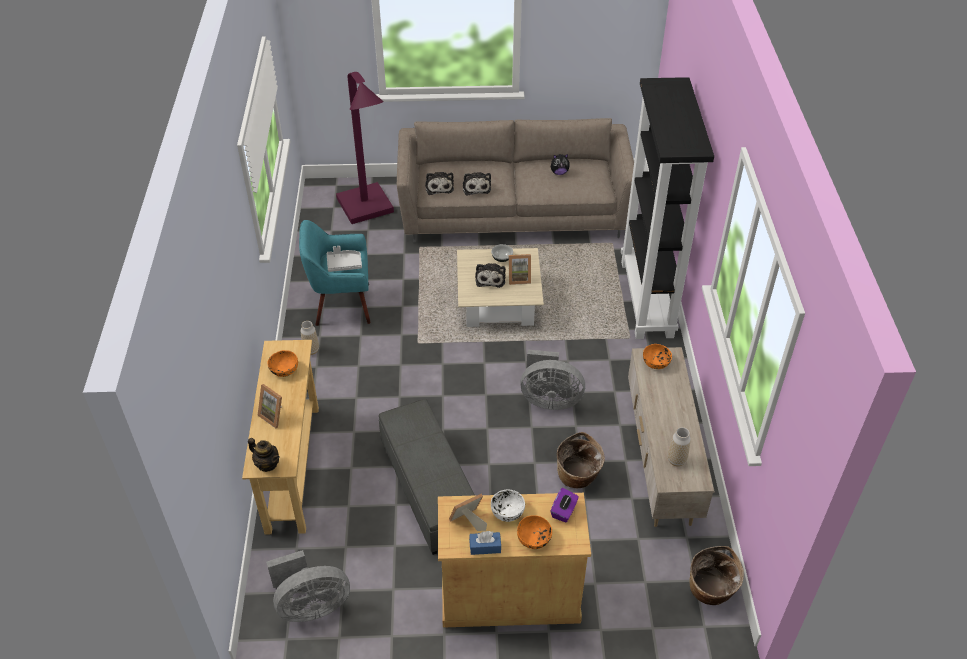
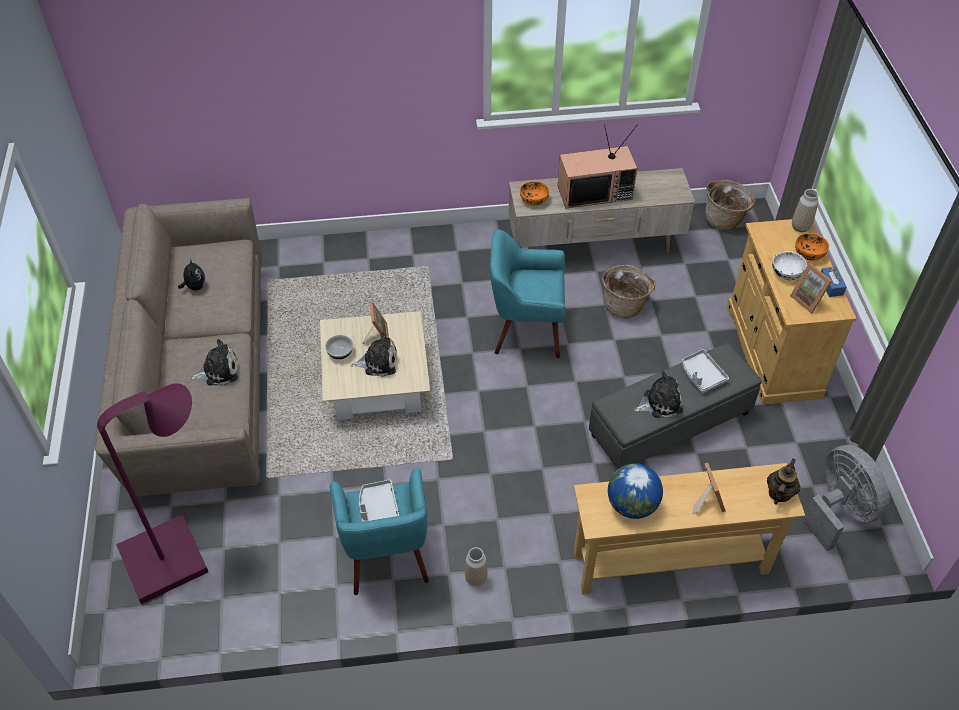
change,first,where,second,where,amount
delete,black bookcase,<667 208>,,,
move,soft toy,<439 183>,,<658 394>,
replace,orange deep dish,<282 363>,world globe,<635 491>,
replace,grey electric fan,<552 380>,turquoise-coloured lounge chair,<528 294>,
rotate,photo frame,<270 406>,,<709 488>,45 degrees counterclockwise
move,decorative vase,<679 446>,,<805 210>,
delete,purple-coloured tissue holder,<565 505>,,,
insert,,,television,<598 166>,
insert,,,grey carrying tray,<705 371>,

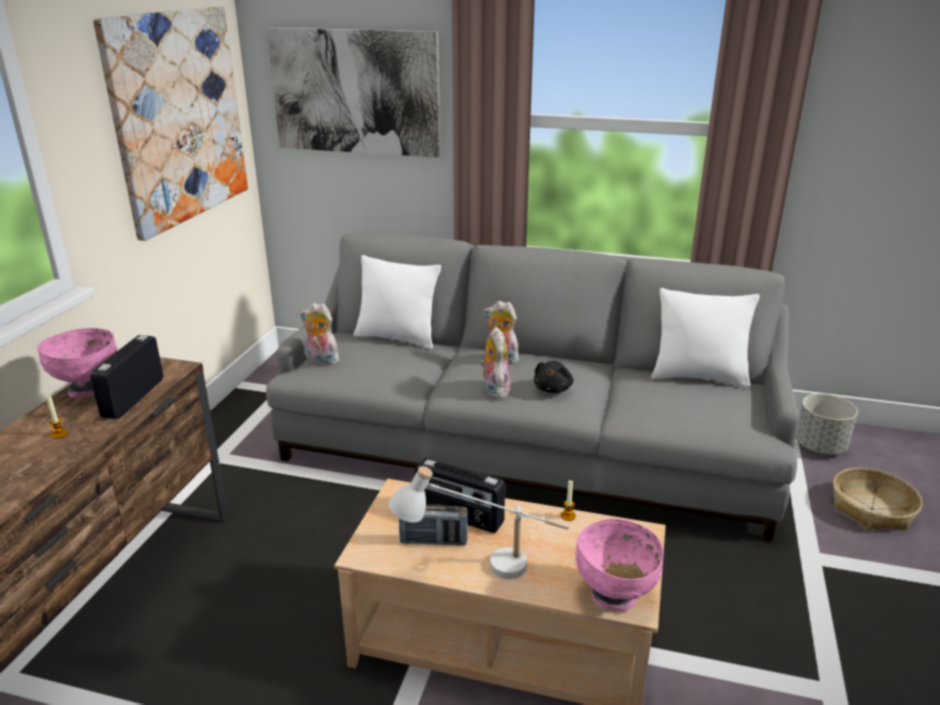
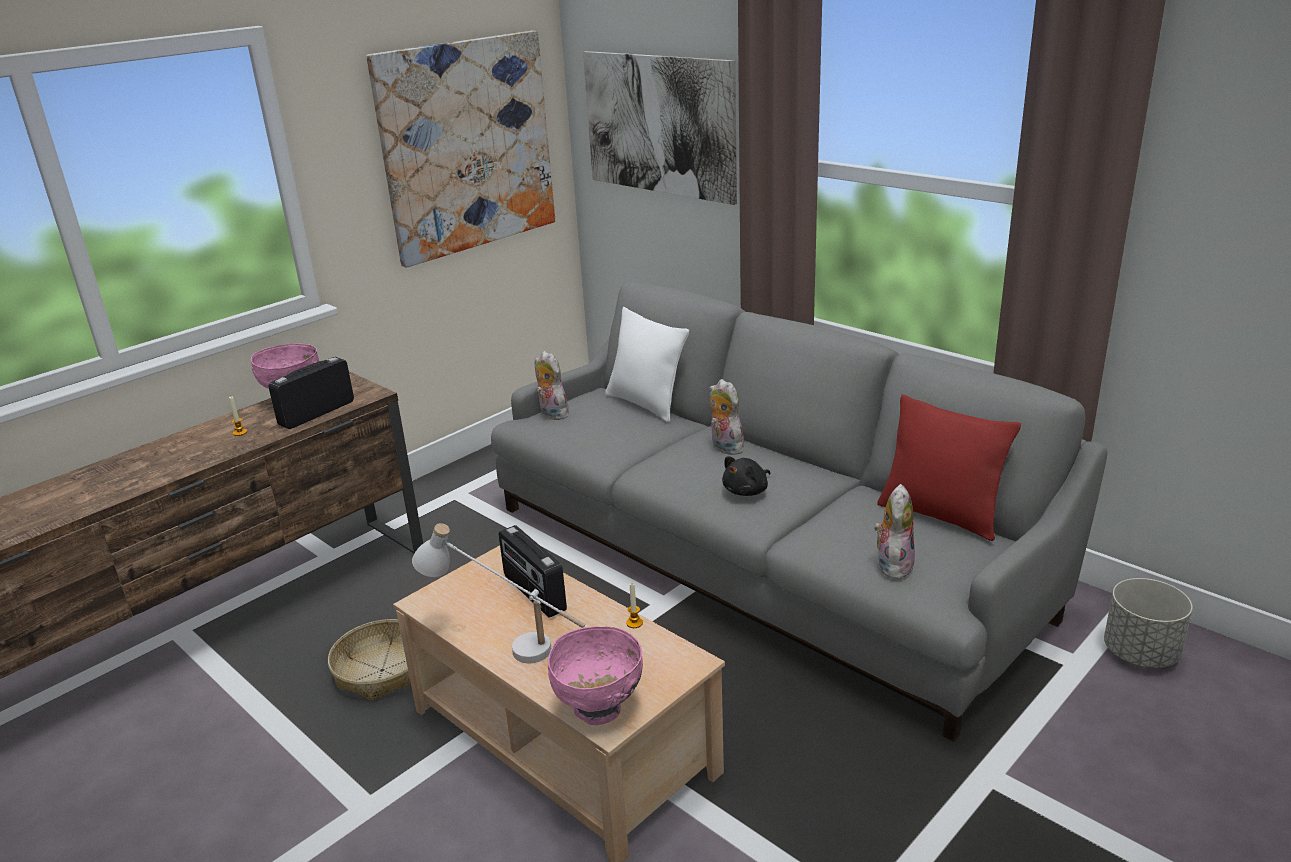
change,first,where,second,where,amount
recolor,white-coloured throw pillow,<705 337>,red throw pillow,<949 467>,
move,soft toy,<495 362>,,<894 531>,
move,storage basket,<877 498>,,<369 660>,
delete,radio set,<433 525>,,,

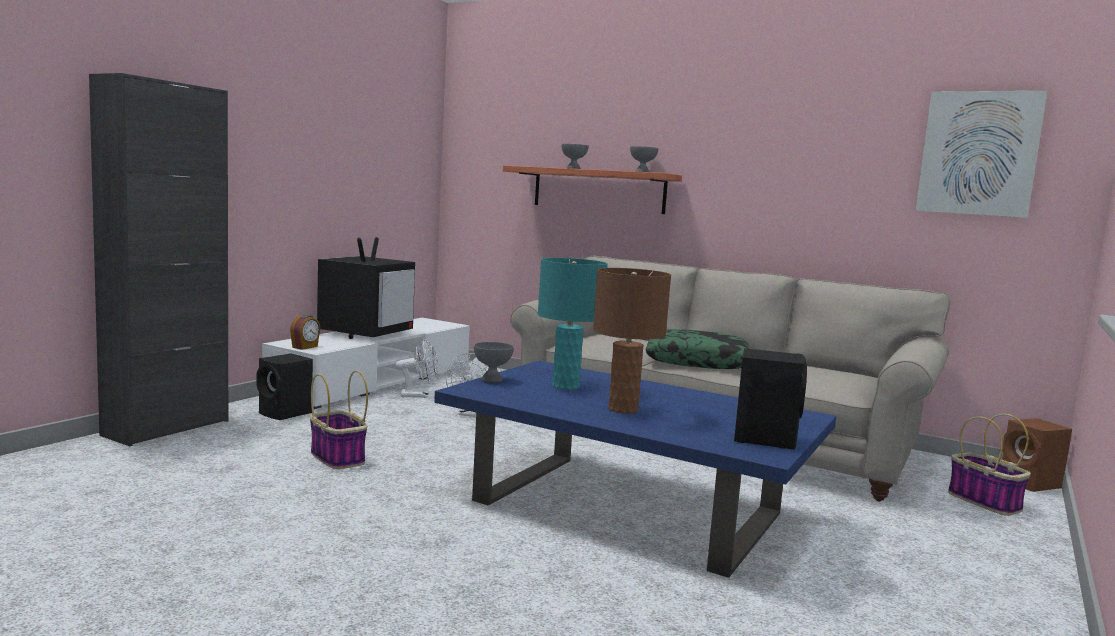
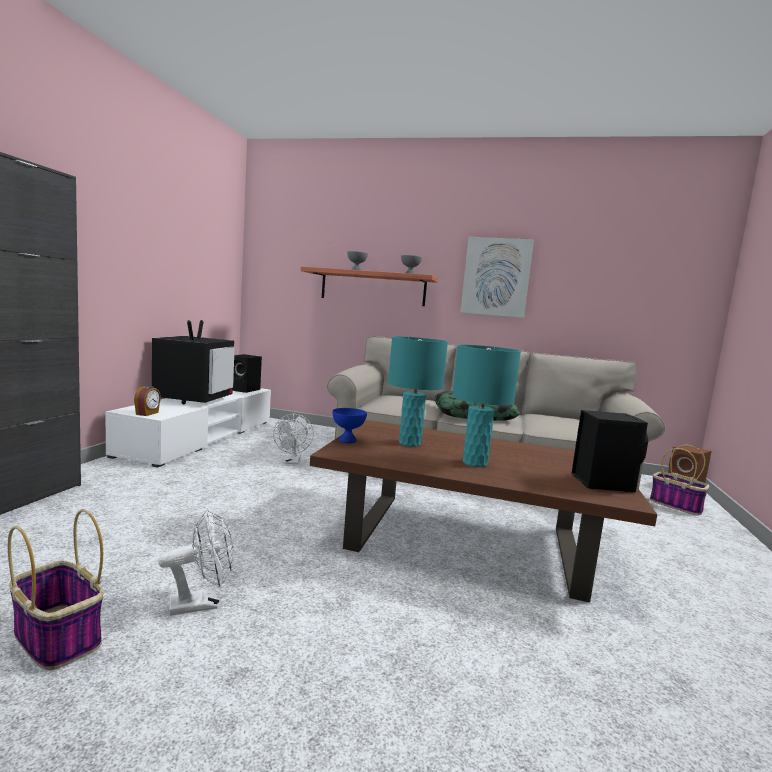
change,first,where,second,where,amount
move,picture,<981 154>,,<497 277>,
recolor,brownish table lamp,<632 341>,turquoise-coloured table lamp,<486 405>,
move,white-coloured electric fan,<417 368>,,<196 562>,
recolor,grey deep dish,<494 362>,blue-coloured deep dish,<349 425>,
move,black audio speaker,<284 386>,,<247 373>,
recolor,blue-coloured low table,<635 469>,brownish low table,<483 511>,
move,storage basket,<339 419>,,<55 589>,

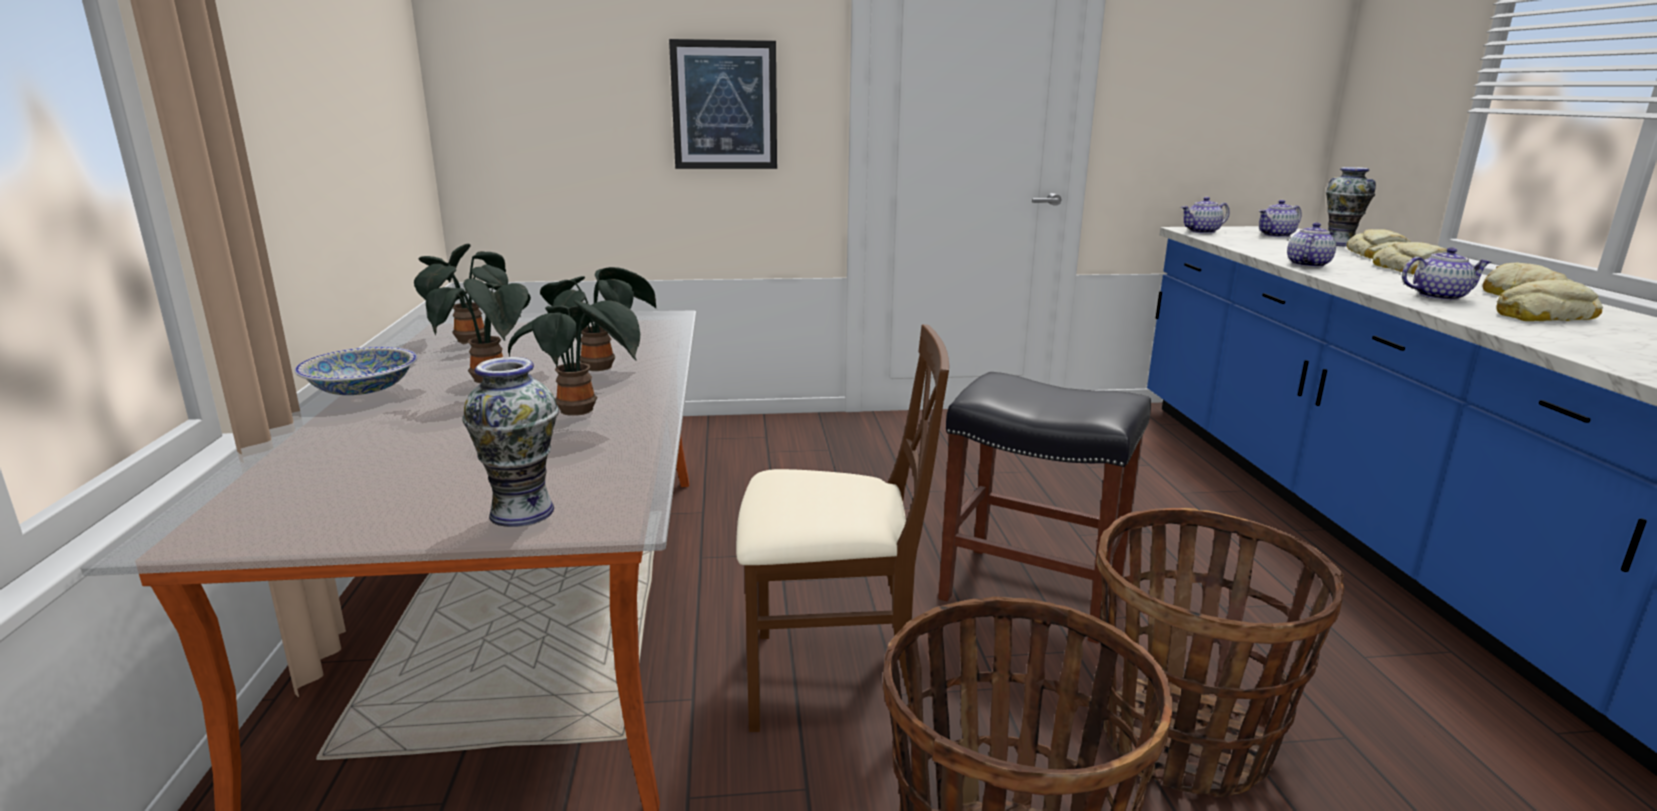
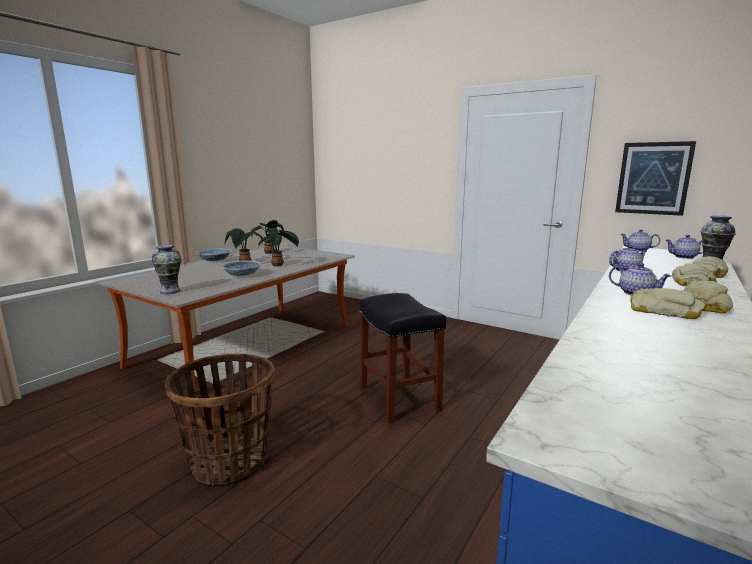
change,first,where,second,where,amount
move,picture,<723 104>,,<655 178>,
replace,houseplant,<574 358>,deep dish,<241 268>,
delete,brownish upright chair,<842 528>,,,
delete,storage basket,<1220 652>,,,

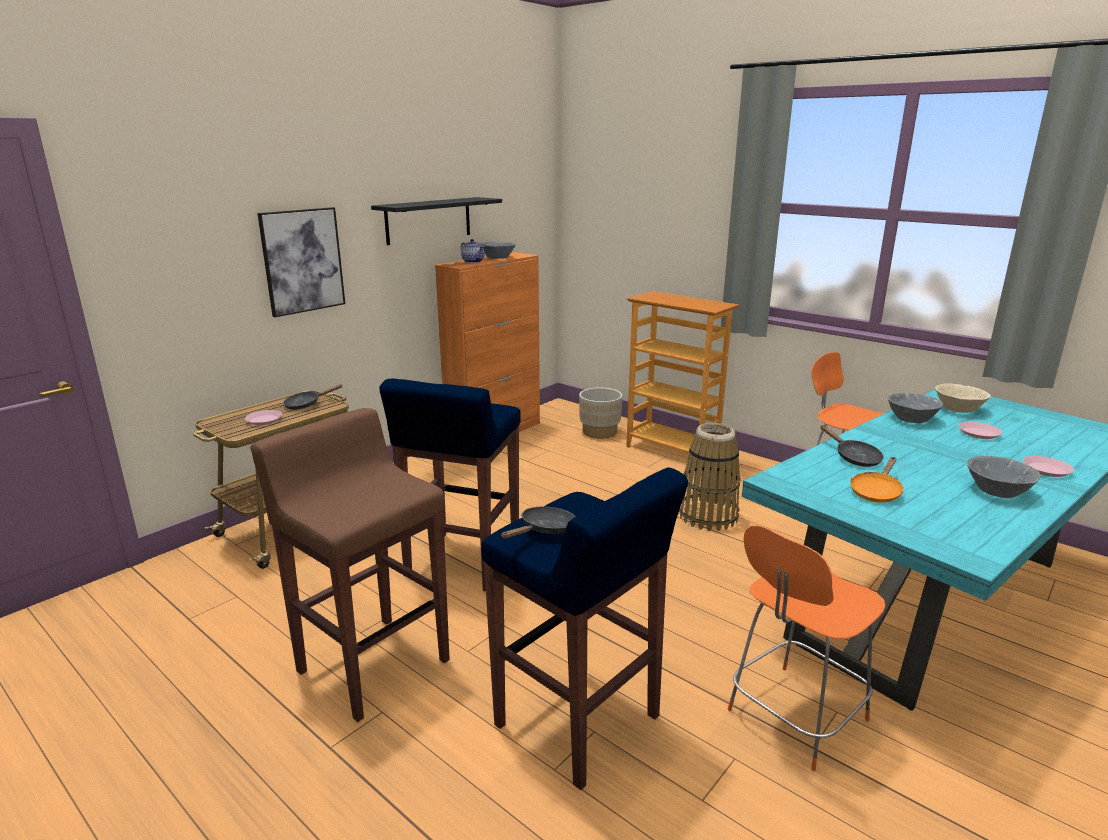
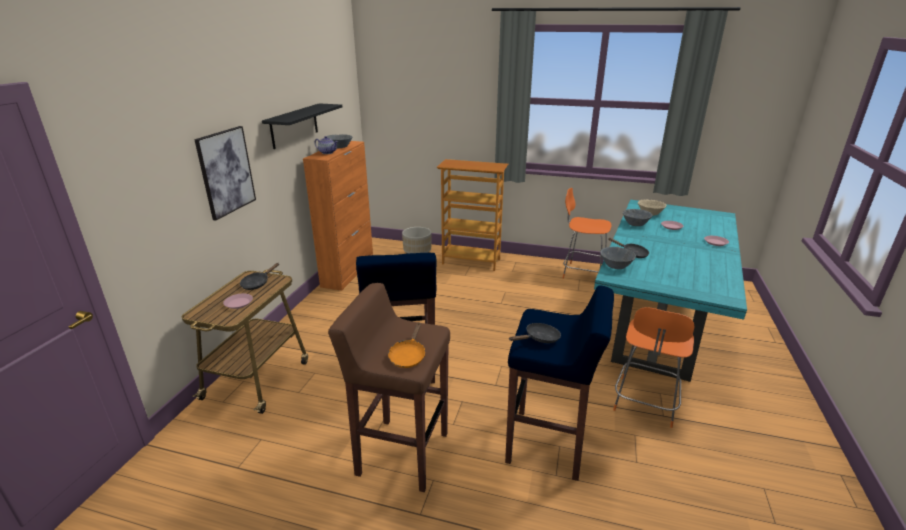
change,first,where,second,where,amount
delete,storage basket,<710 477>,,,
move,grey deep dish,<1003 477>,,<618 258>,
move,orange skillet,<876 479>,,<406 345>,
rotate,black skillet,<538 522>,,<535 333>,45 degrees clockwise

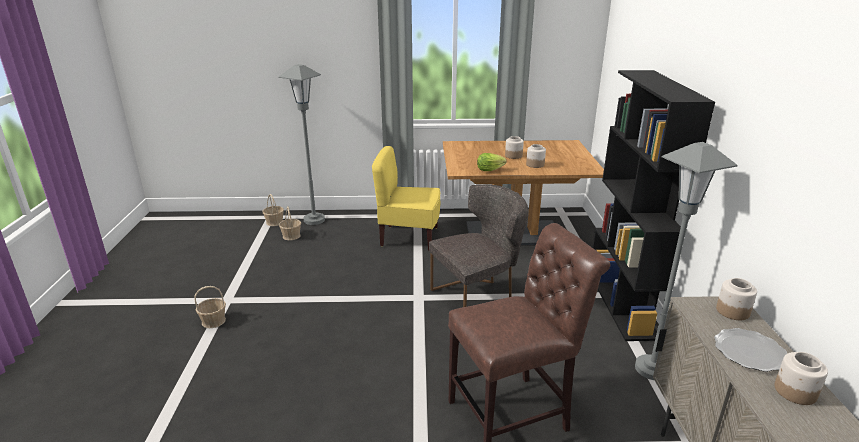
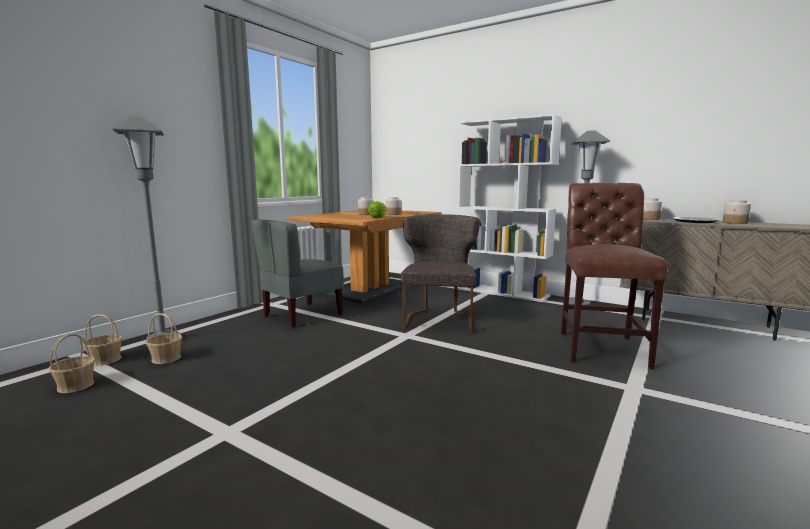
change,first,where,second,where,amount
recolor,black bookcase,<653 205>,white-coloured bookcase,<509 208>,
recolor,yellow-coloured upright chair,<406 198>,grey upright chair,<297 273>,
move,storage basket,<210 307>,,<72 363>,

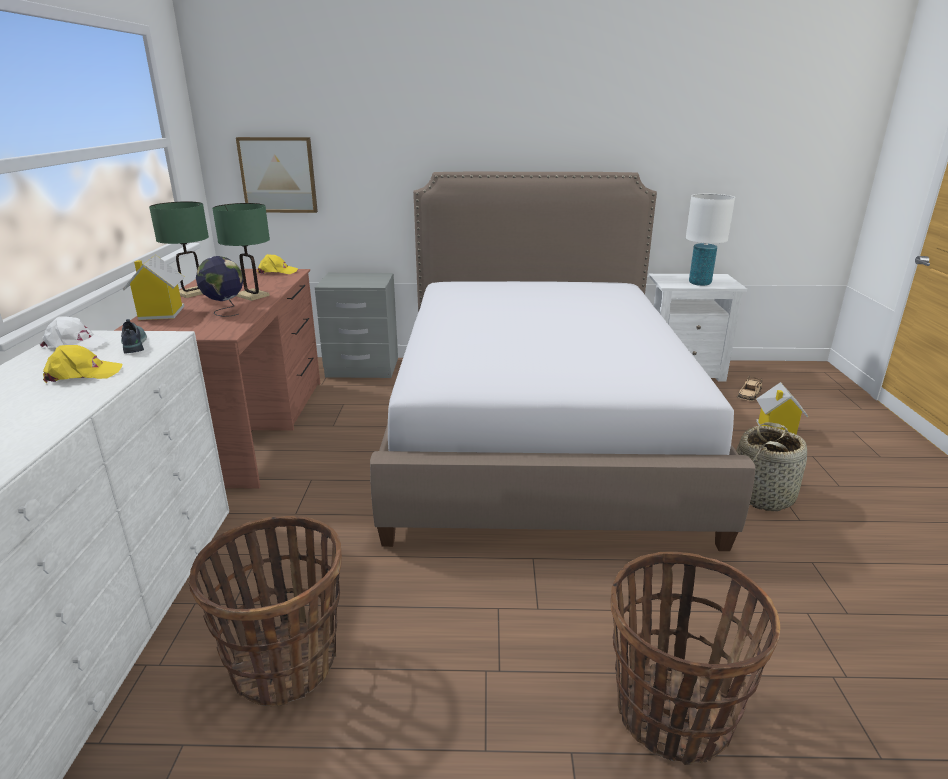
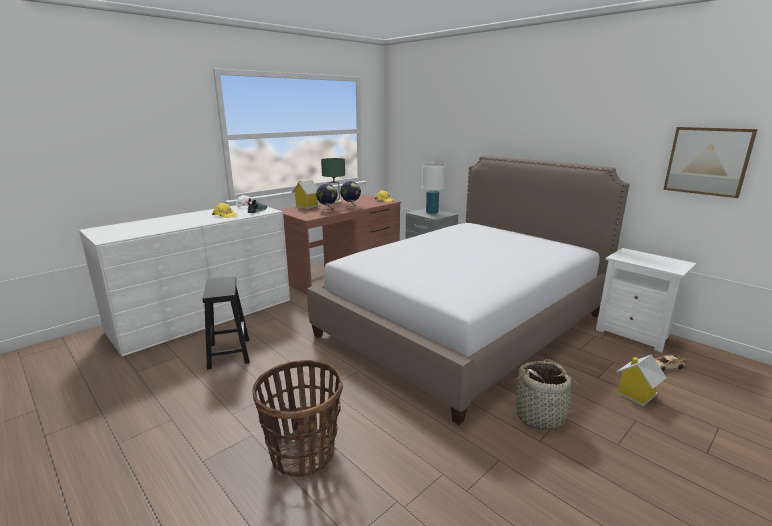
change,first,where,second,where,amount
move,picture,<277 175>,,<710 162>,
move,white-coloured table lamp,<710 240>,,<434 188>,
replace,greenish table lamp,<241 252>,world globe,<350 195>,
replace,storage basket,<265 611>,black stool,<226 323>,

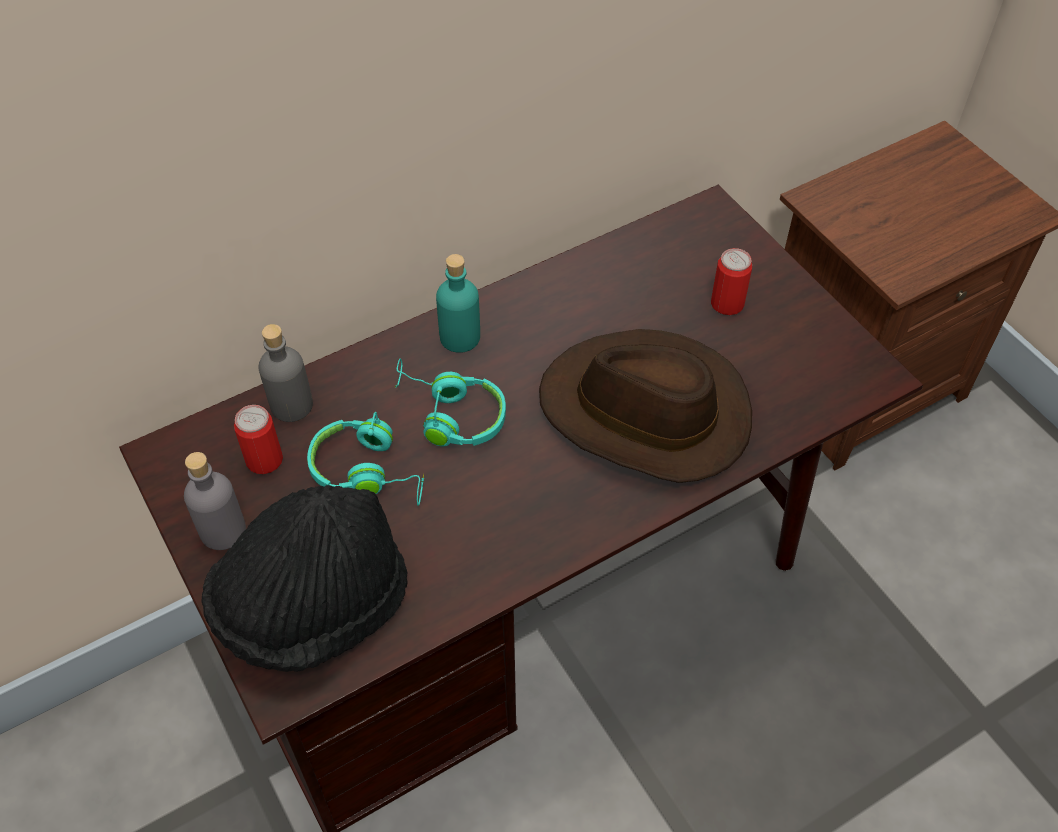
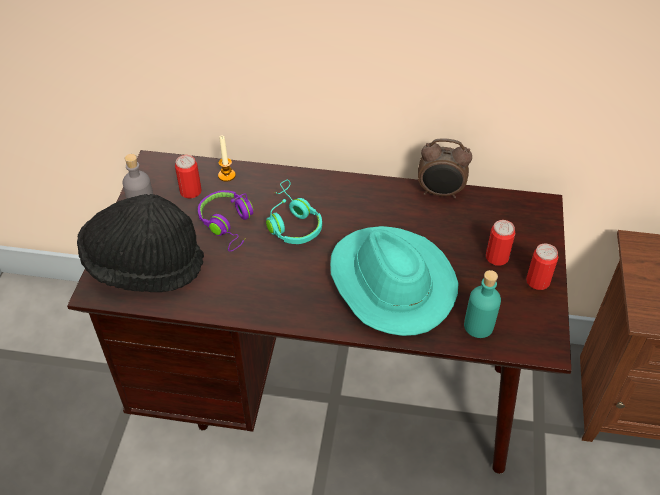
change,first,where,second,where,amount
move,turquoise-coloured beverage bottle,<458 303>,,<482 304>,
replace,grey beverage bottle,<285 373>,wax candle,<227 158>,
recolor,brownish wearable hat,<645 406>,turquoise-coloured wearable hat,<394 281>,
recolor,turquoise-coloured headset,<365 459>,purple-coloured headset,<226 221>,
insert,,,alarm clock,<445 168>,
insert,,,can,<542 267>,

